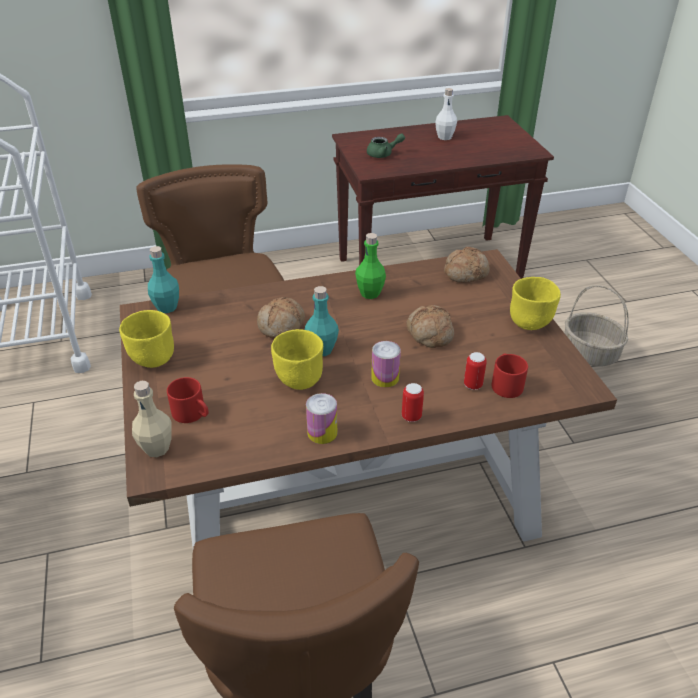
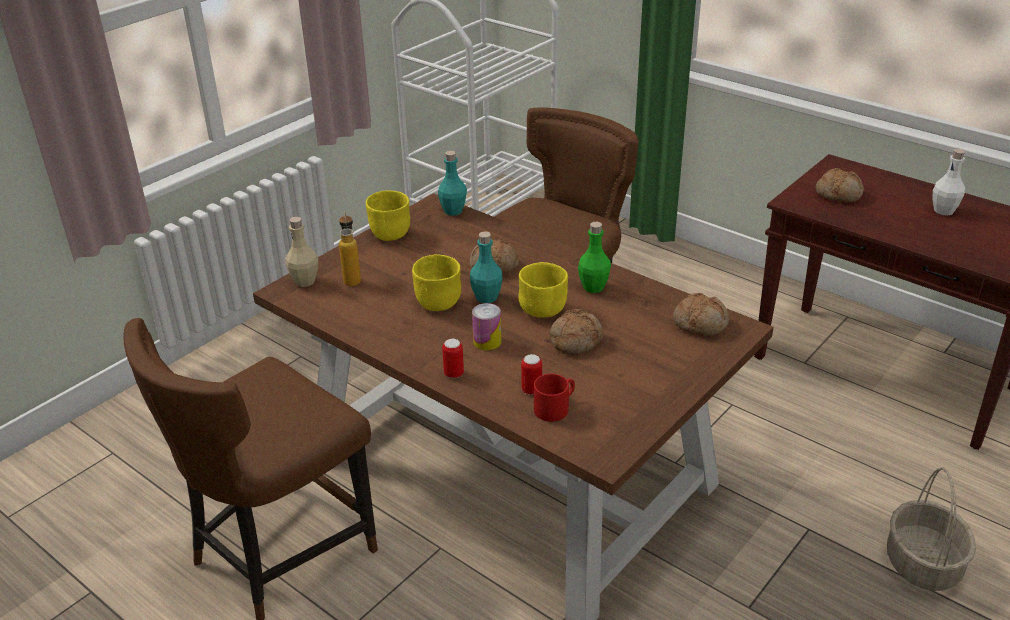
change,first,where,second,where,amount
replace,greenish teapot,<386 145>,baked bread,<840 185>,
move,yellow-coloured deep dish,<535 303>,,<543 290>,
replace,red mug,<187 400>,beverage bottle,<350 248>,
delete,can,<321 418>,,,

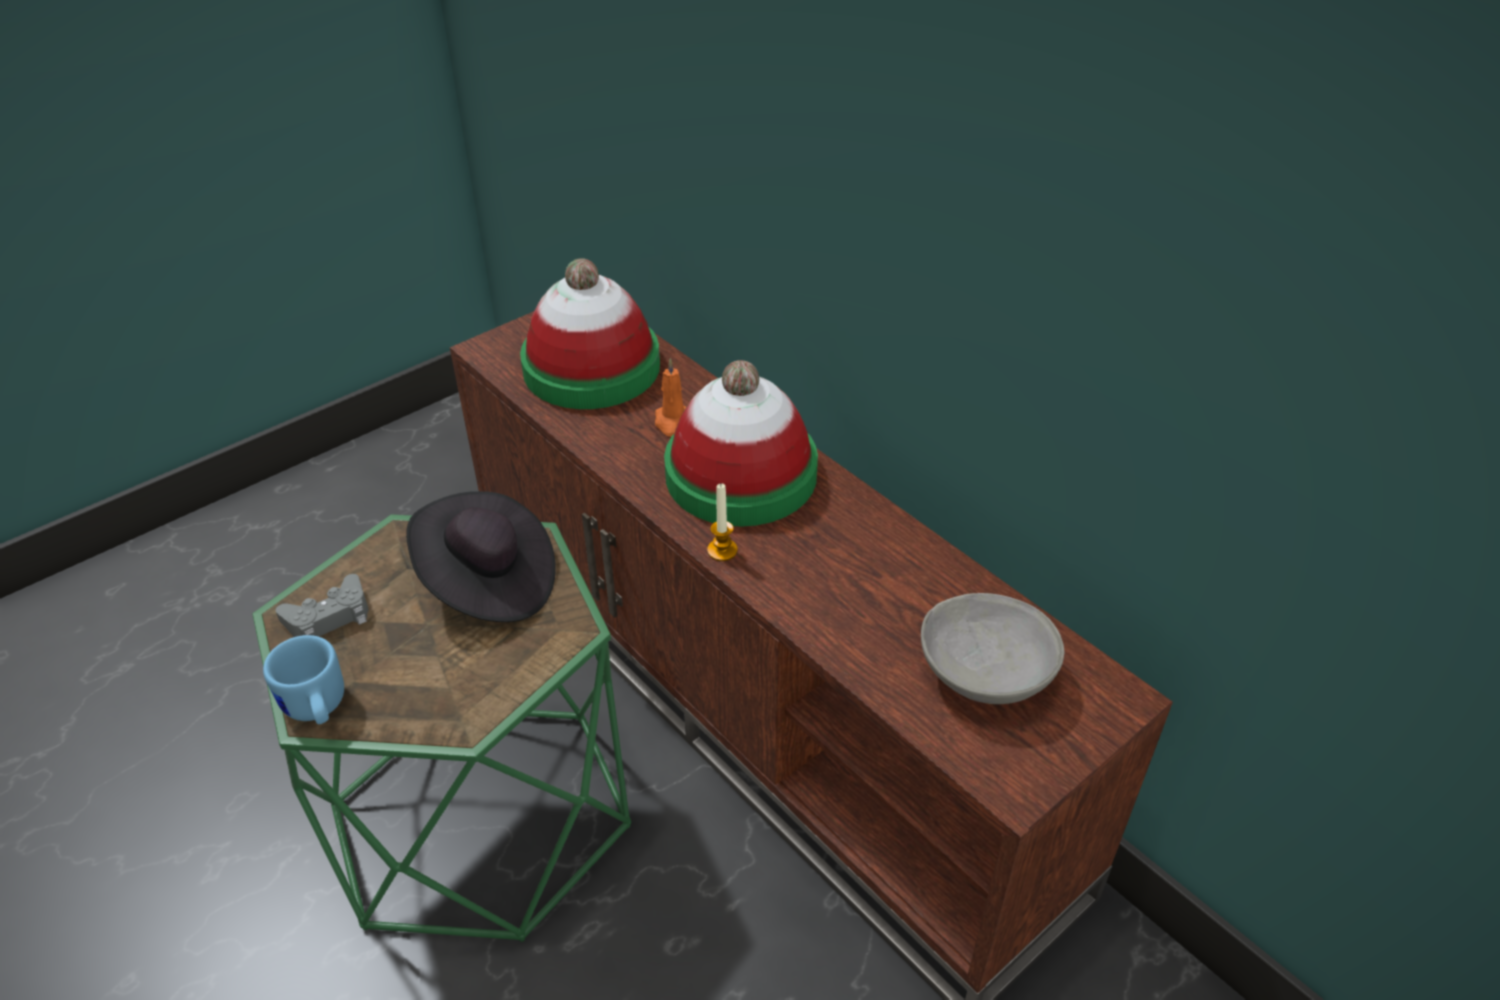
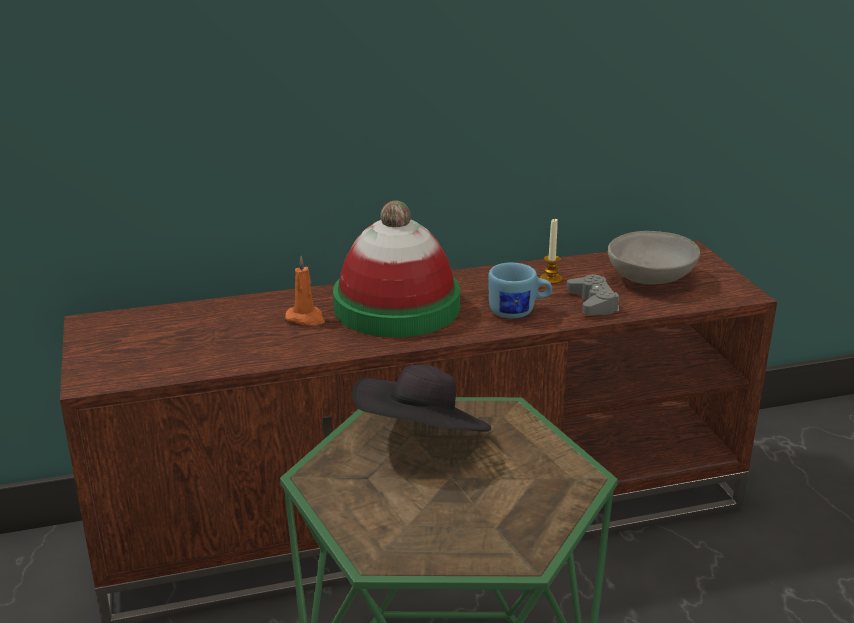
change,first,where,second,where,amount
delete,wearable hat,<590 333>,,,
move,wax candle,<722 522>,,<551 251>,
move,grey gamepad,<321 605>,,<592 294>,
move,blue-coloured mug,<303 679>,,<520 291>,

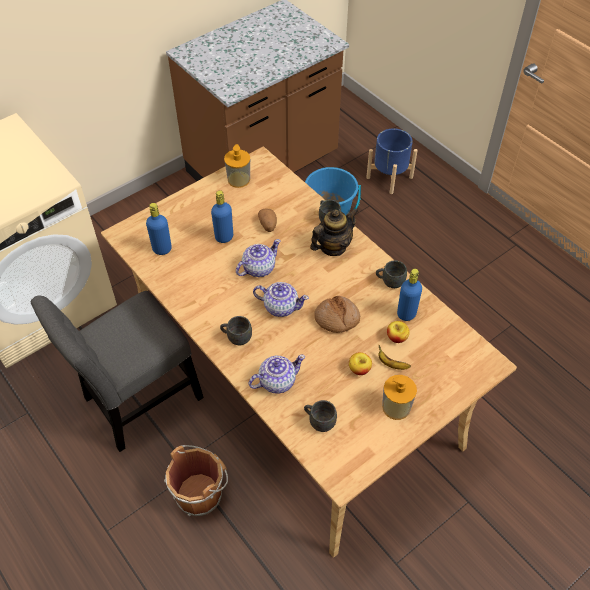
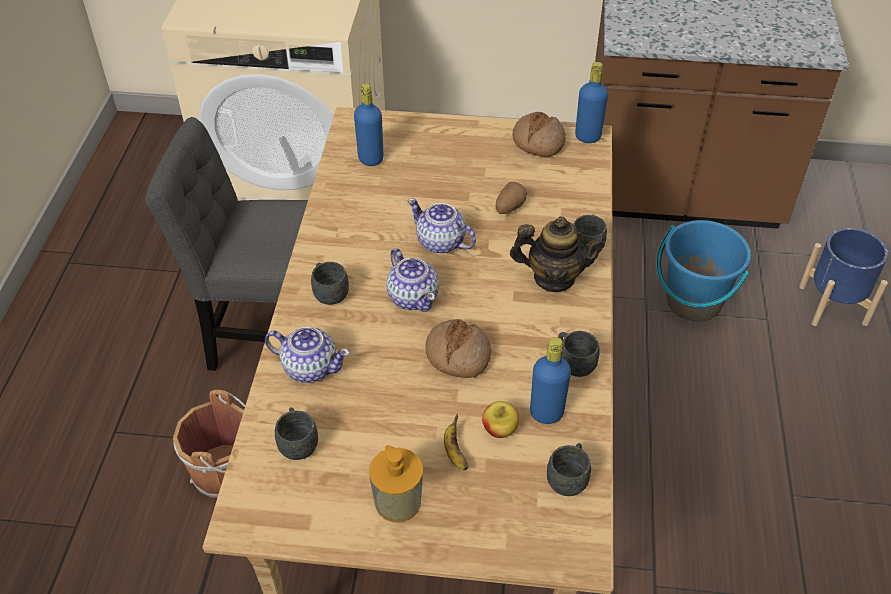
change,first,where,second,where,amount
replace,soap dispenser,<237 166>,baked bread,<539 134>,
move,blue-coloured beverage bottle,<222 216>,,<591 102>,
rotate,teapot,<258 258>,,<441 226>,150 degrees counterclockwise
delete,apple,<360 363>,,,
insert,,,grey mug,<569 469>,

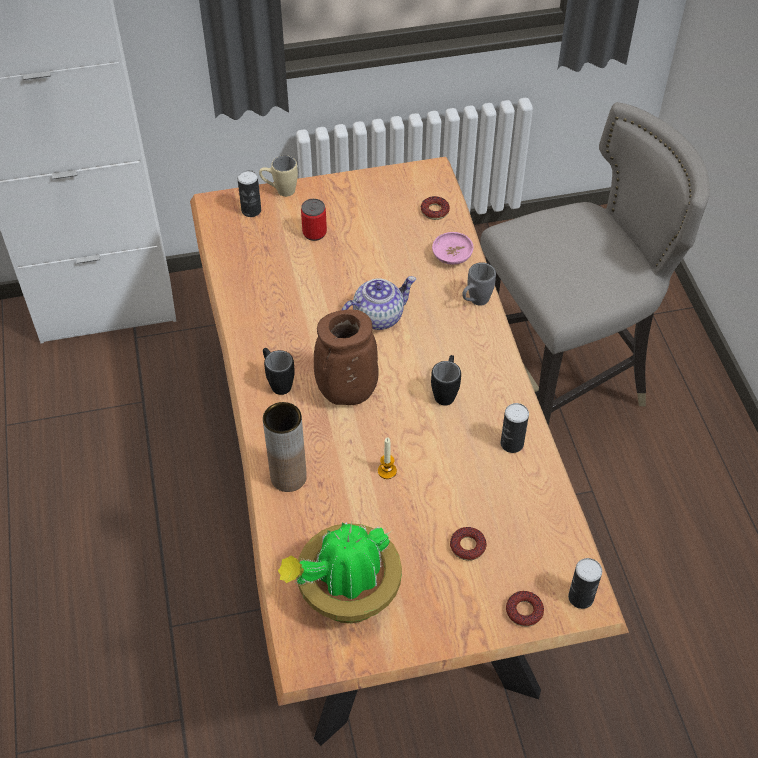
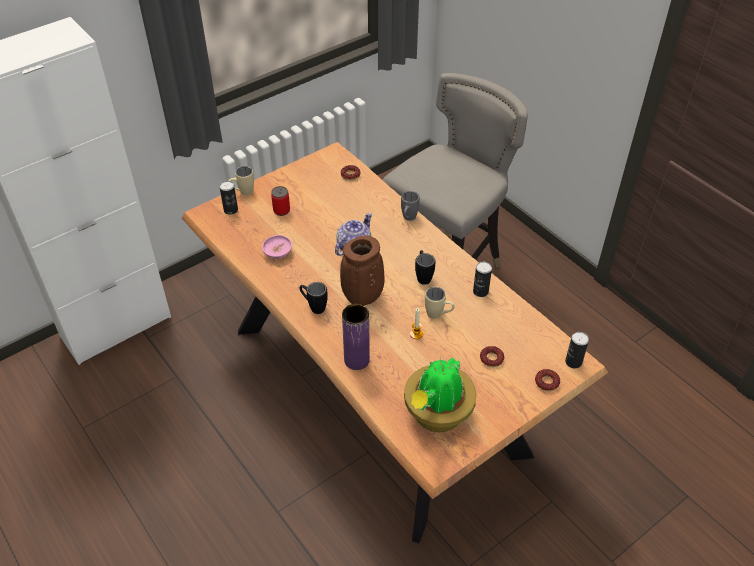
change,first,where,second,where,amount
move,pinkish deep dish,<453 248>,,<277 246>,
recolor,brownish decorative vase,<285 447>,purple-coloured decorative vase,<356 337>,
insert,,,beige mug,<439 303>,

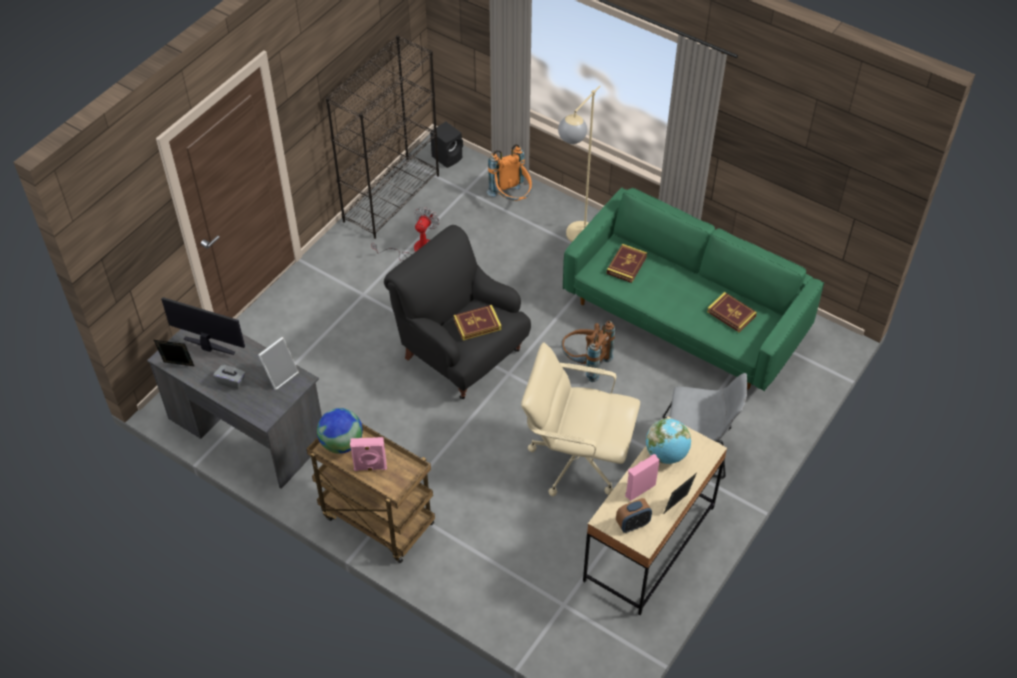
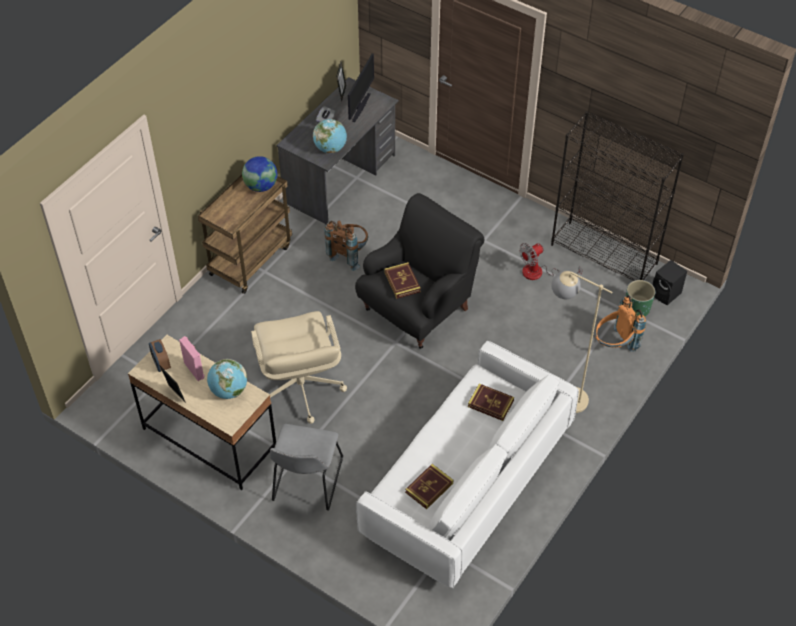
change,first,where,second,where,amount
recolor,greenish sofa,<693 289>,white-coloured sofa,<467 465>,
rotate,electric fan,<405 234>,,<551 261>,120 degrees clockwise
move,brownish backpack,<588 351>,,<346 246>,
replace,photo frame,<278 363>,world globe,<330 136>,
rotate,beige desk chair,<580 419>,,<299 367>,150 degrees clockwise
delete,pinkish audio speaker,<368 454>,,,
insert,,,greenish plant pot,<640 298>,

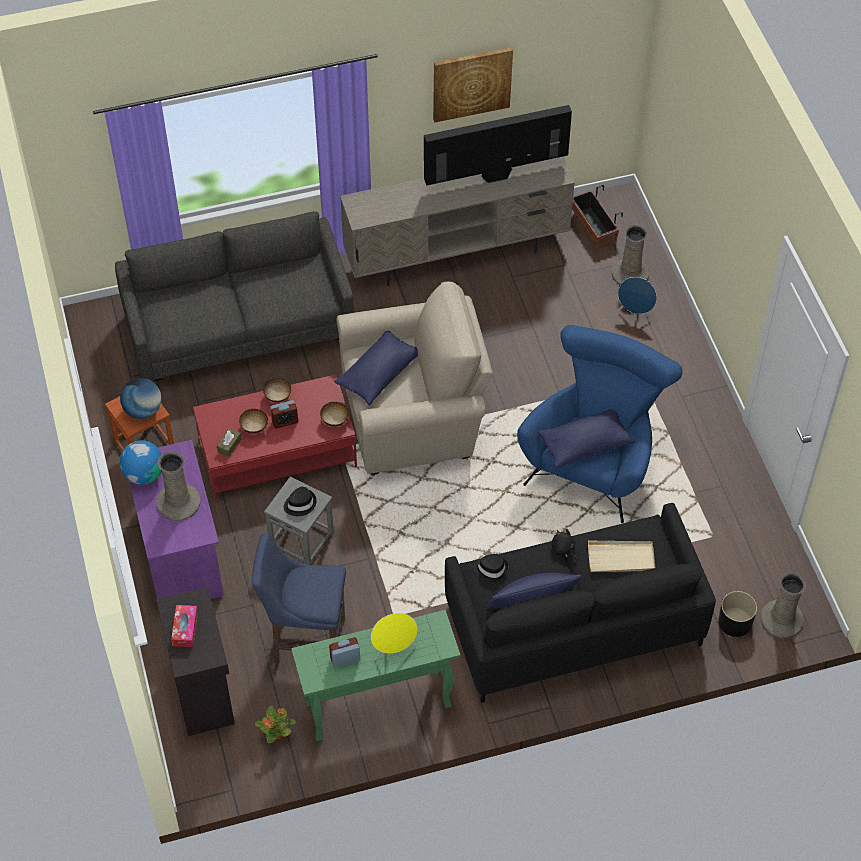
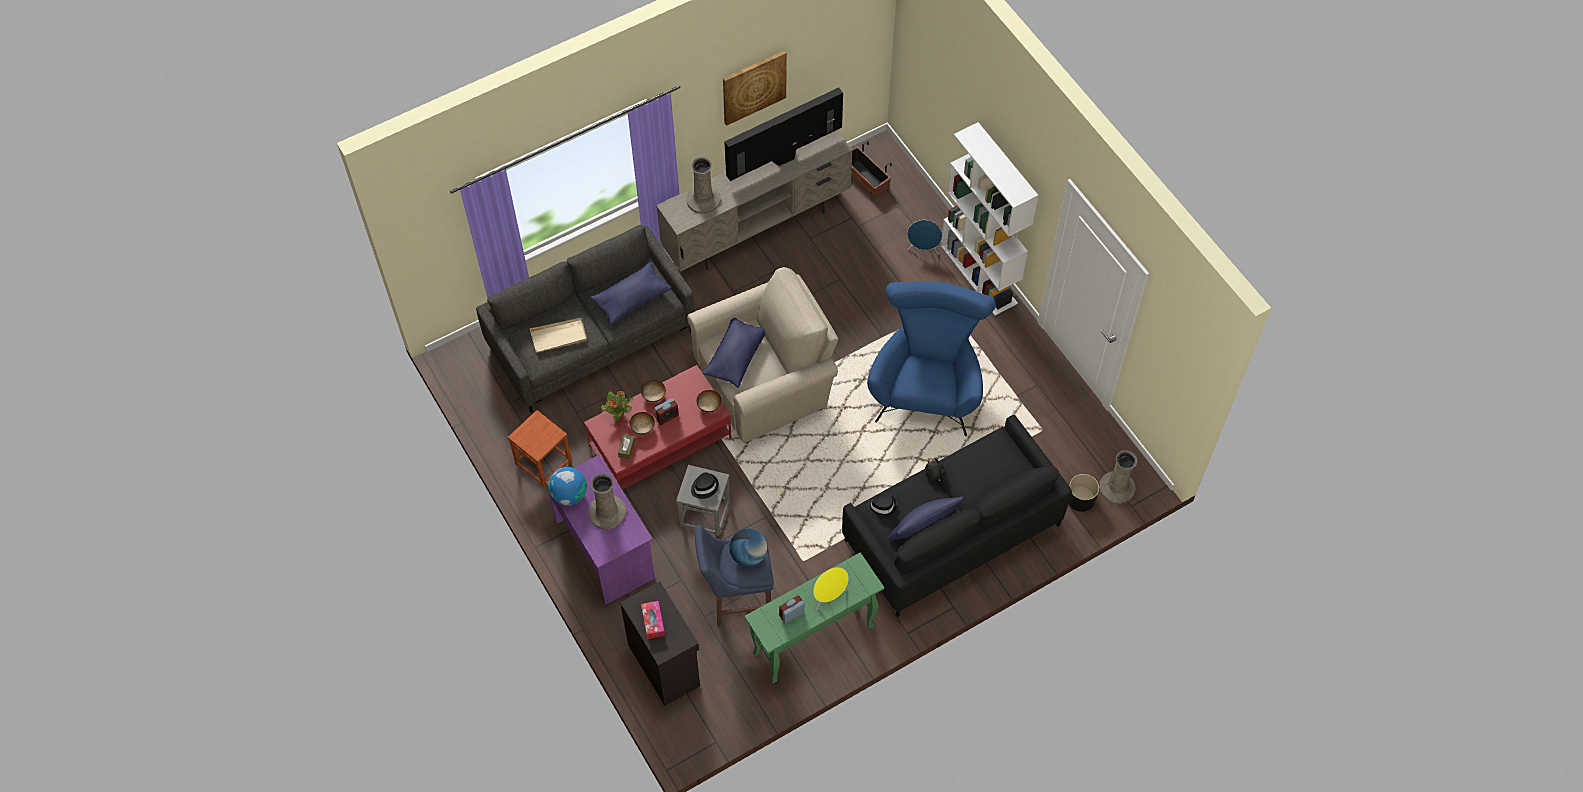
change,first,where,second,where,amount
move,beige decorative vase,<630 254>,,<703 185>,
move,world globe,<140 398>,,<748 547>,
move,blue-coloured throw pillow,<586 438>,,<631 293>,
move,beige carrying tray,<621 556>,,<558 335>,
move,houseplant,<275 724>,,<617 406>,
insert,,,white-coloured bookcase,<989 219>,

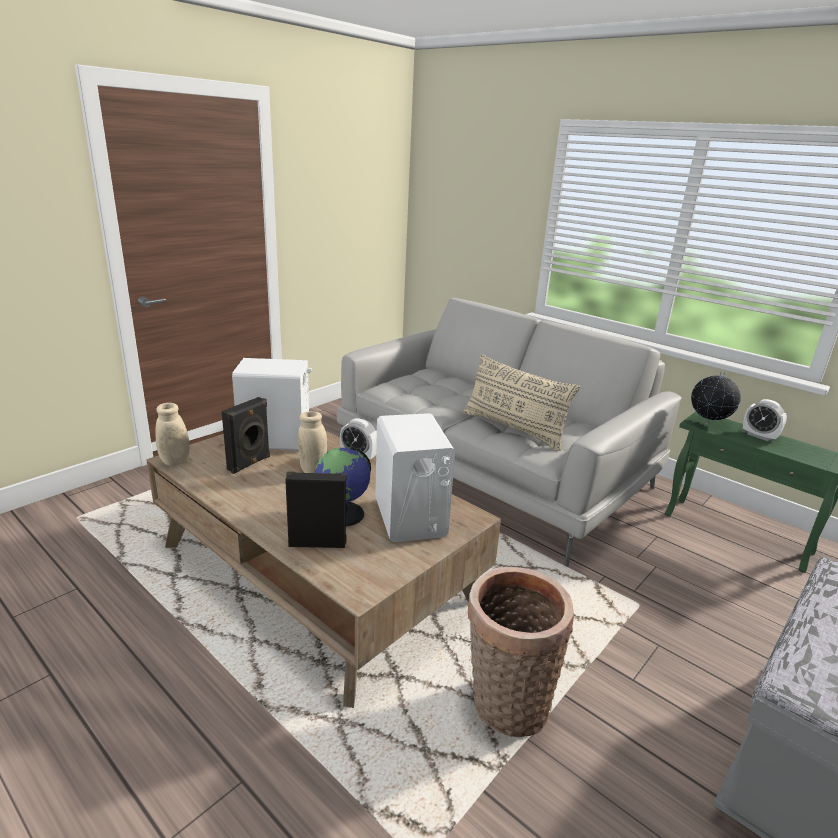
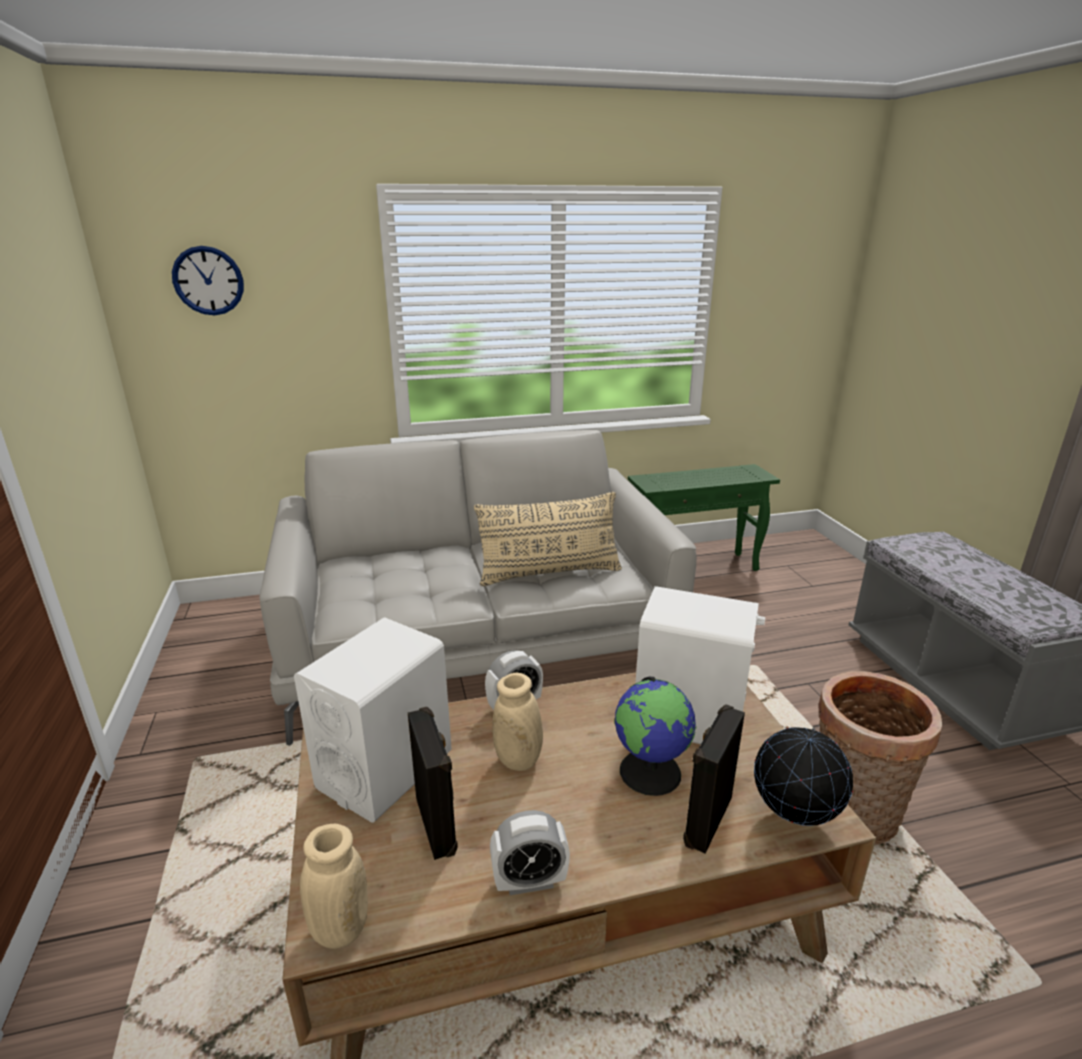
change,first,where,second,where,amount
move,world globe,<716 398>,,<803 776>,
move,alarm clock,<765 420>,,<530 852>,
insert,,,clock on the wall,<208 280>,

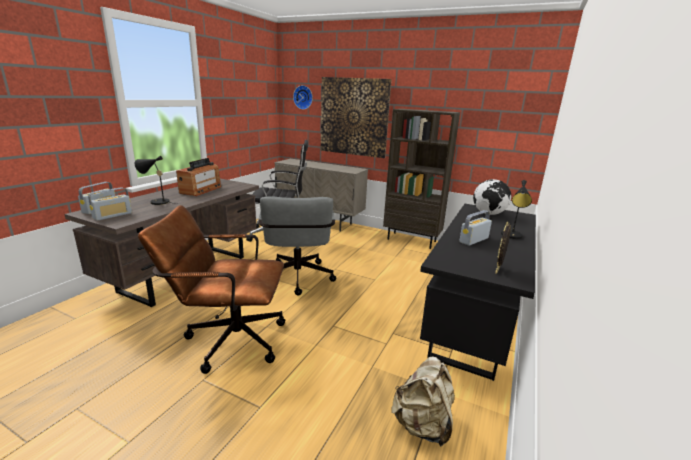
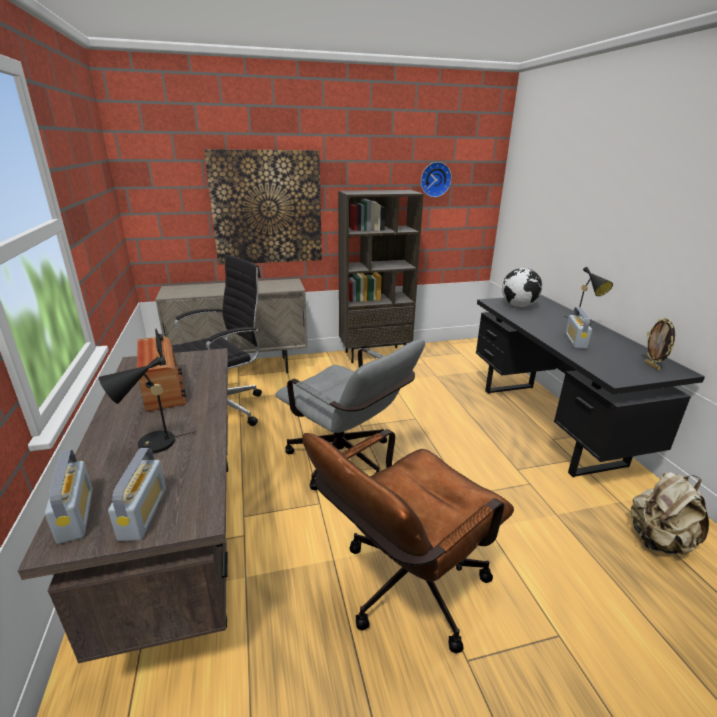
change,first,where,second,where,amount
move,clock on the wall,<303 97>,,<436 179>,

